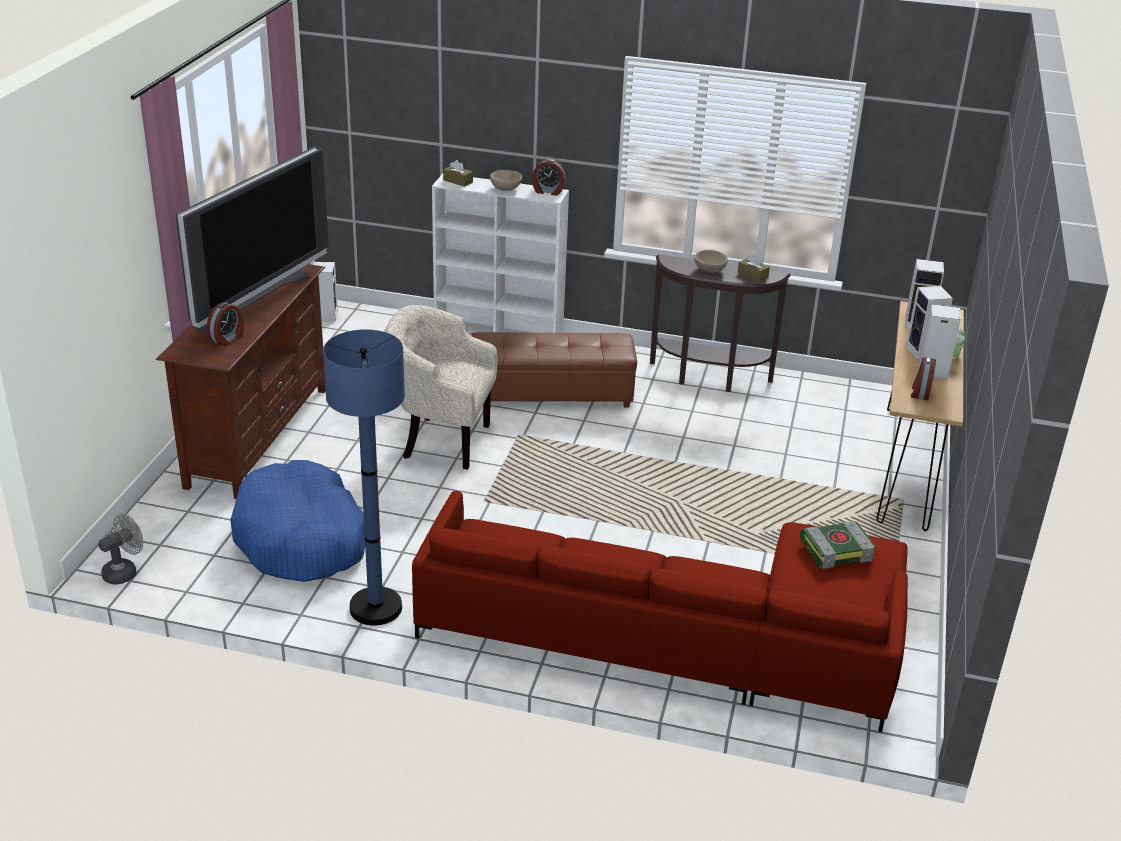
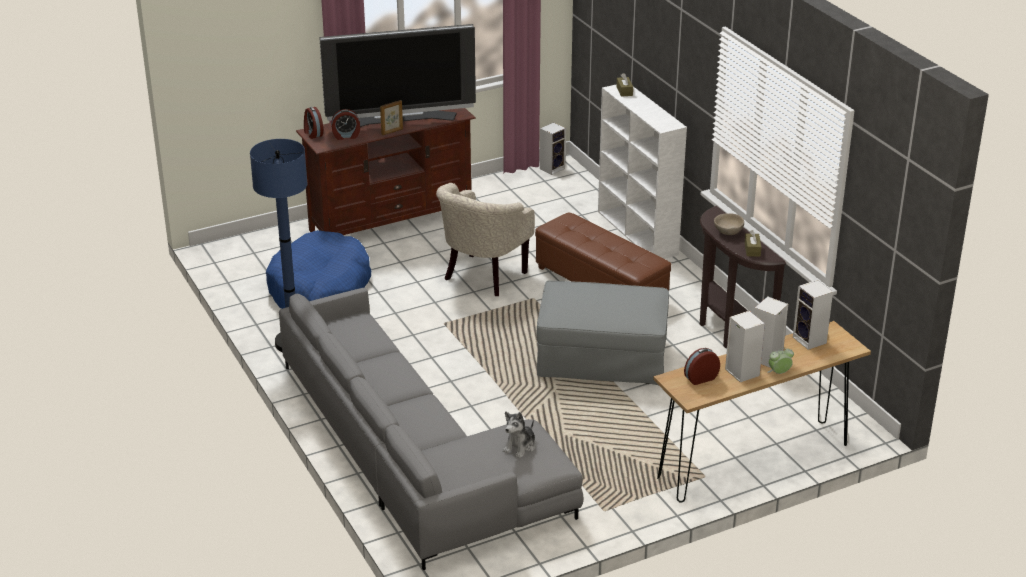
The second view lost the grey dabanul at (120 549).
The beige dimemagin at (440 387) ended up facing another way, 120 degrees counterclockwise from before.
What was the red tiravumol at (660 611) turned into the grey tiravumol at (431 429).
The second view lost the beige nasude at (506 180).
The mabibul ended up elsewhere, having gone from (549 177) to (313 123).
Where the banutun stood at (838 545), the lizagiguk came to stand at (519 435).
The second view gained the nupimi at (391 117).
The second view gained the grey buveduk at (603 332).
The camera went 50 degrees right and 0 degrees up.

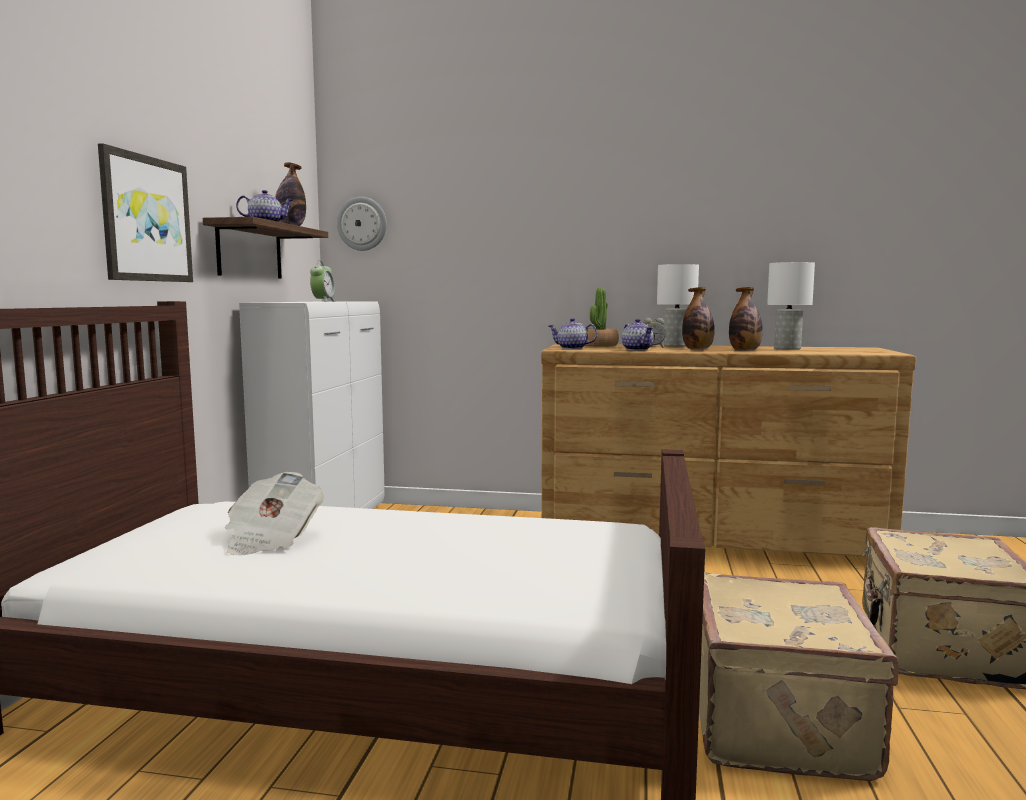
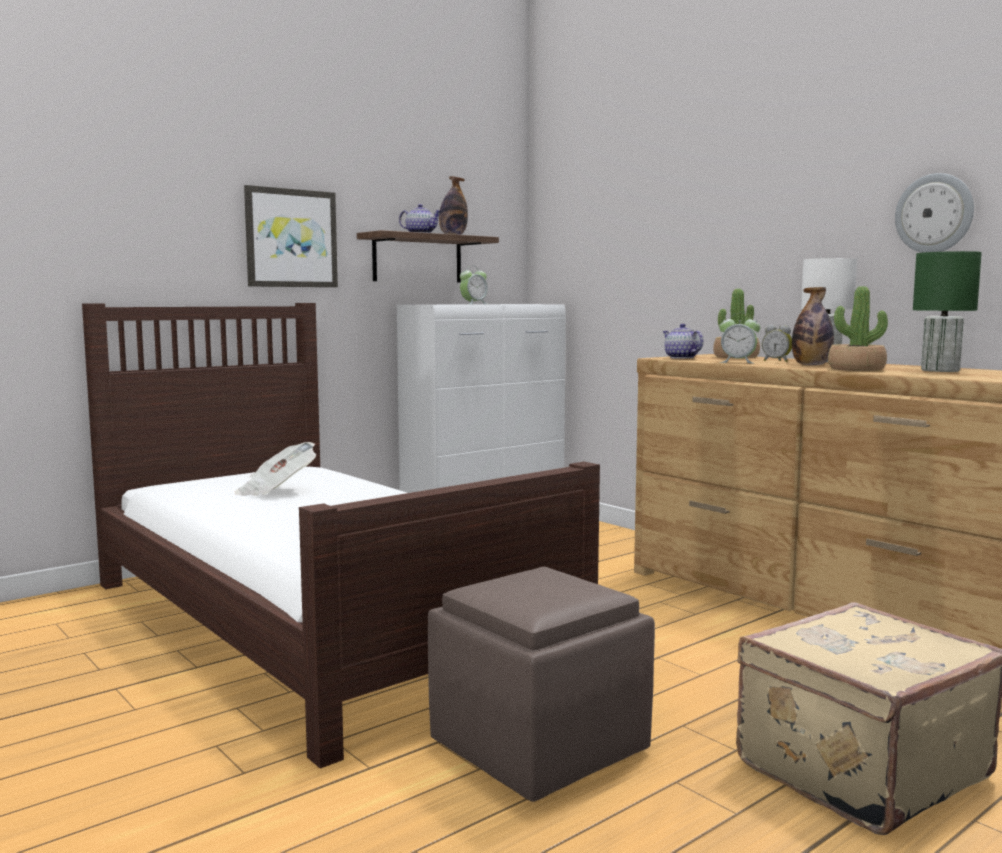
The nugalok ended up elsewhere, having gone from (362 224) to (934 213).
Where the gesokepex stood at (638 335), the mabibul came to stand at (739 338).
Where the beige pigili stood at (799 676), the brown buveduk came to stand at (541 684).
Where the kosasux stood at (746 319), the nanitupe came to stand at (858 328).
What was the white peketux at (791 306) turned into the green peketux at (947 311).
The camera went 40 degrees right and 0 degrees up.

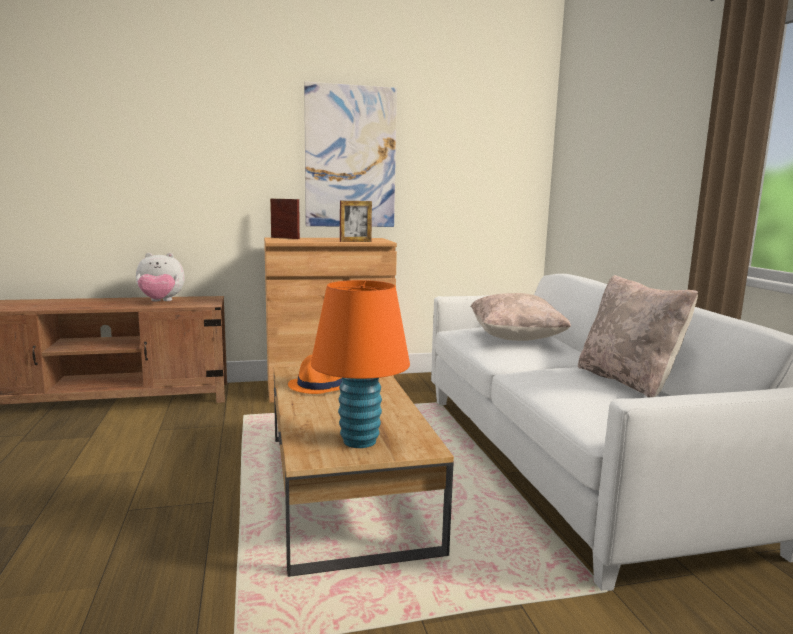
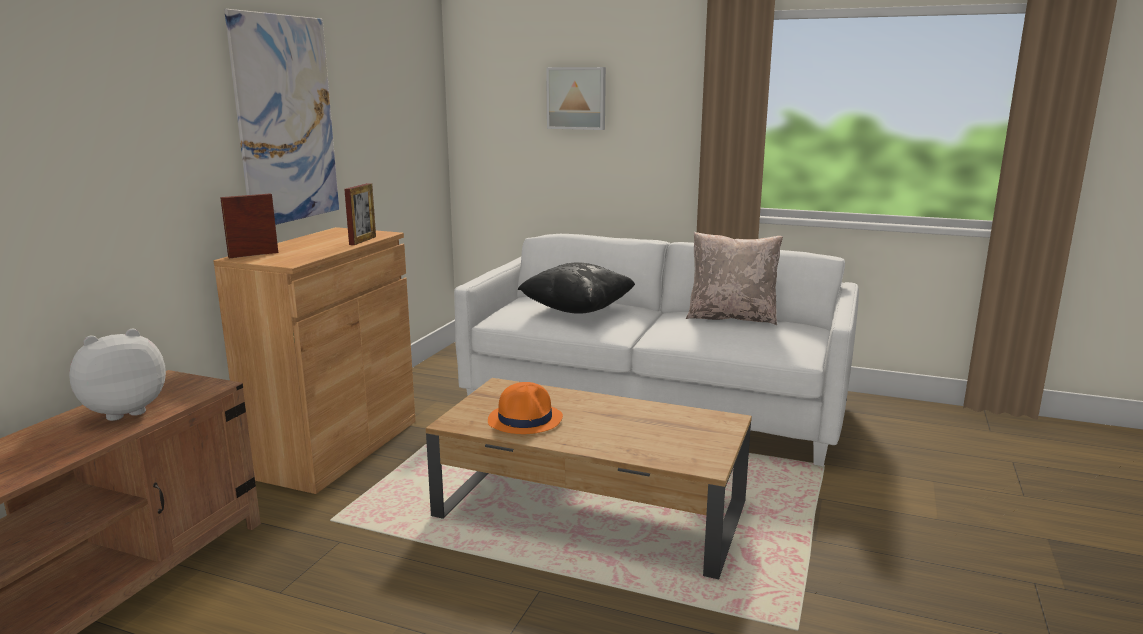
The lizagiguk at (160 277) ended up facing another way, 150 degrees counterclockwise from before.
The second view lost the orange peketux at (360 364).
What was the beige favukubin at (521 317) turned into the black favukubin at (576 288).
The second view gained the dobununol at (576 98).
The camera went 55 degrees left and 5 degrees up.

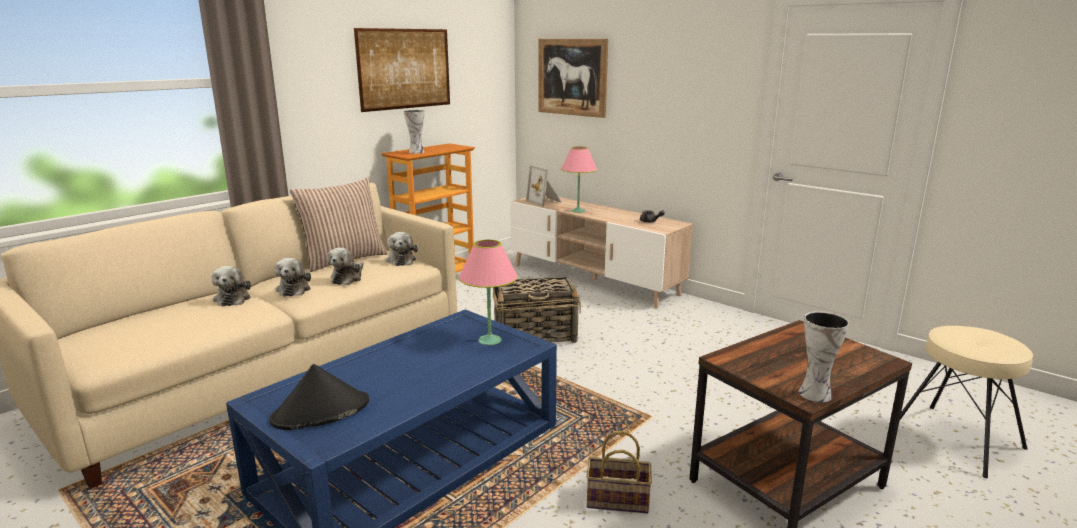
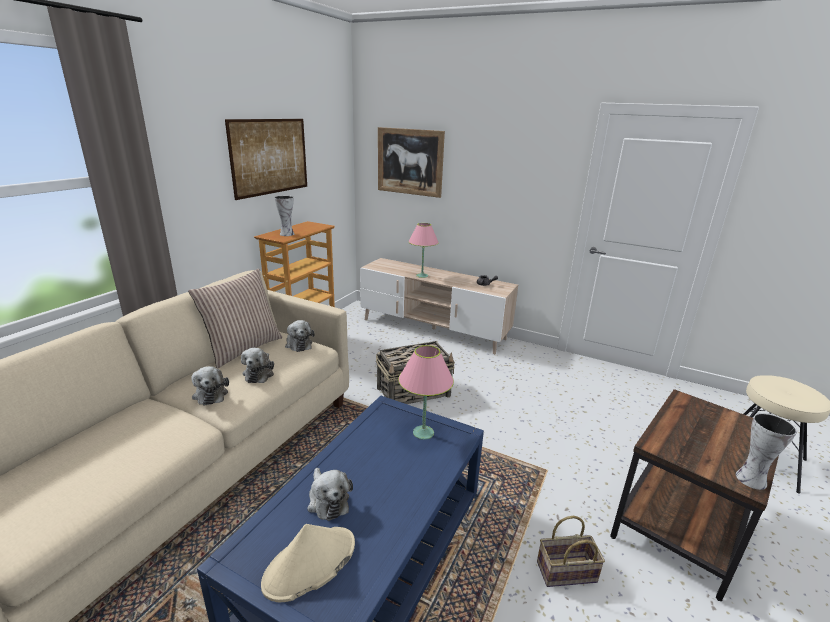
The lizagiguk ended up elsewhere, having gone from (231 286) to (330 494).
What was the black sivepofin at (319 397) turned into the beige sivepofin at (308 563).
The second view lost the nupimi at (543 186).
The camera went 15 degrees left and 5 degrees up.

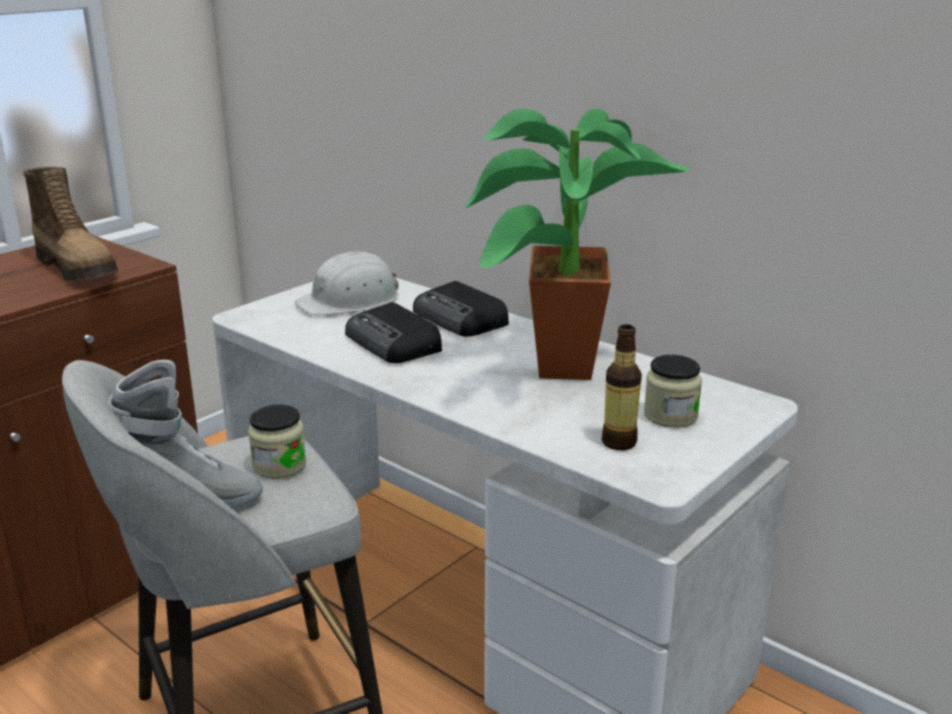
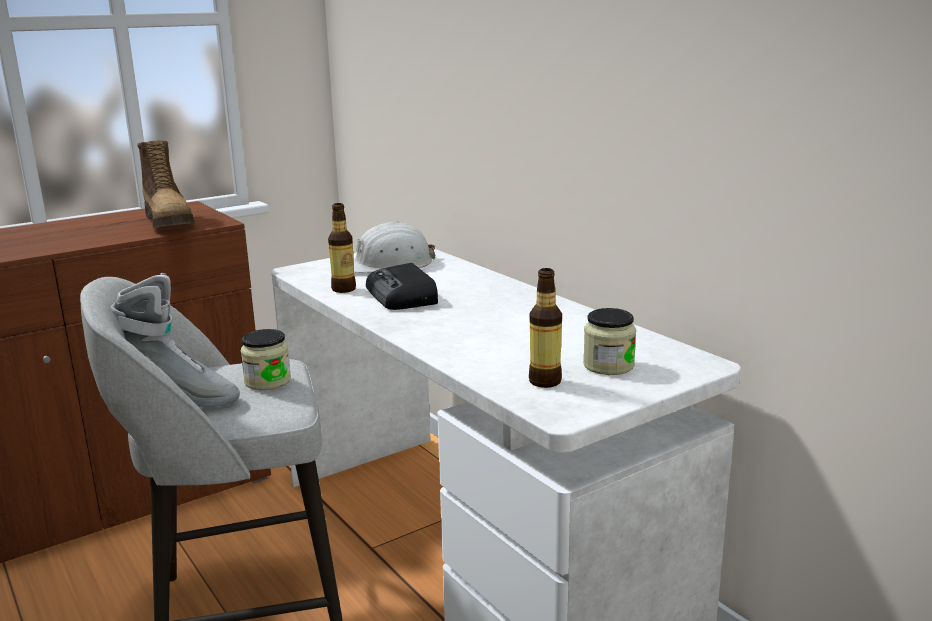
The second view lost the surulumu at (461 309).
The second view lost the nanitupe at (577 244).
The second view gained the kosasux at (342 248).
The camera went 15 degrees right and 5 degrees down.

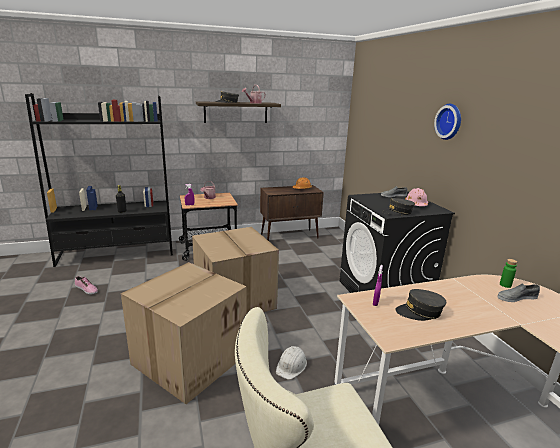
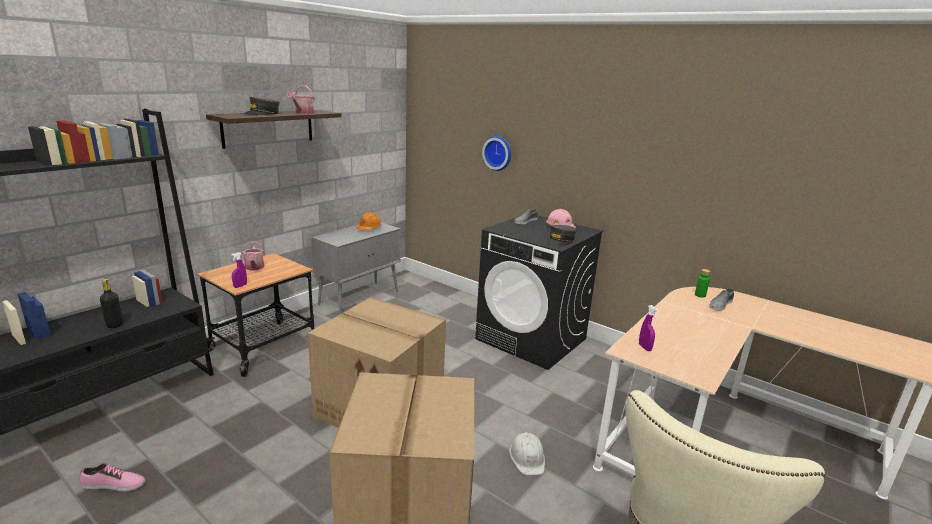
What was the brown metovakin at (292 213) turned into the grey metovakin at (356 268).
The second view lost the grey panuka at (420 305).
The nugalok ended up elsewhere, having gone from (447 122) to (496 153).
The camera went 35 degrees left and 0 degrees up.

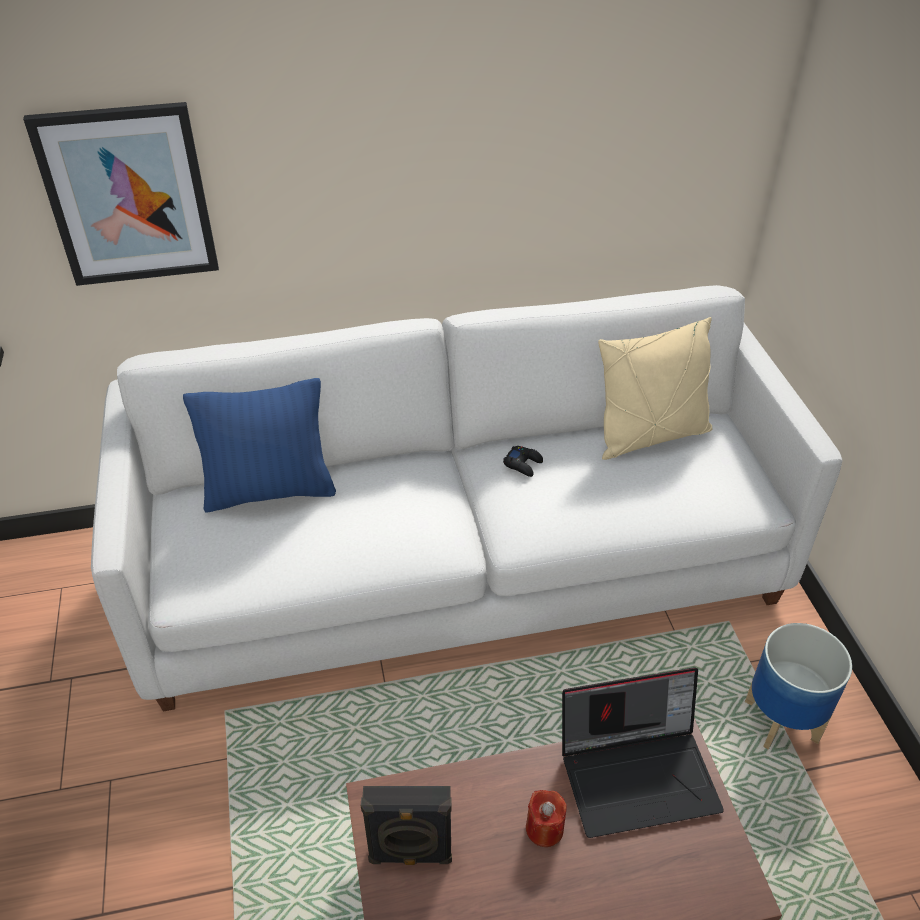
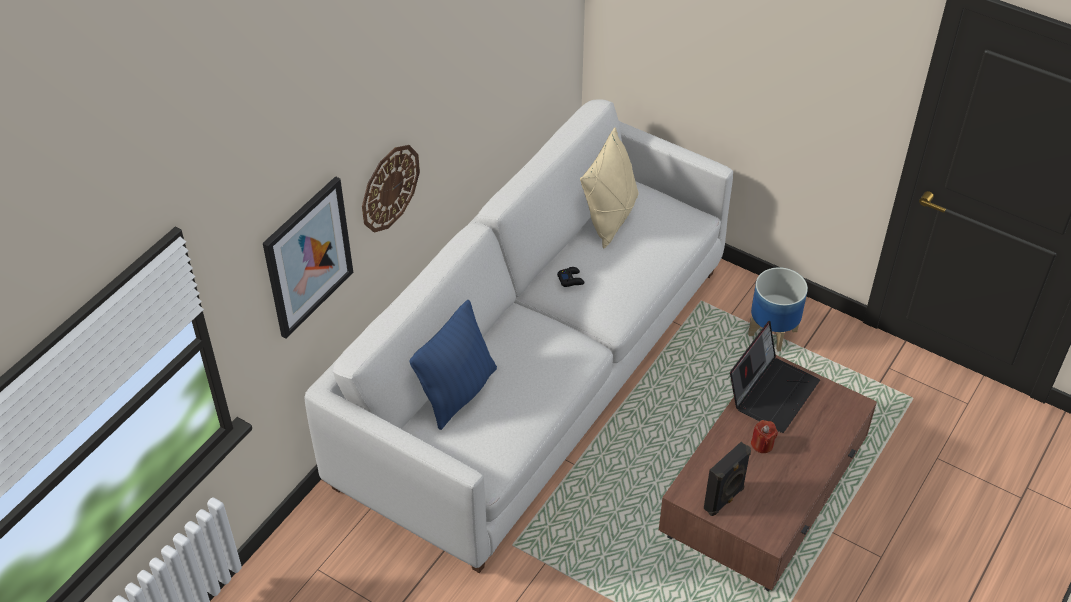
The second view gained the nugalok at (391 189).
The camera went 45 degrees left and 5 degrees up.

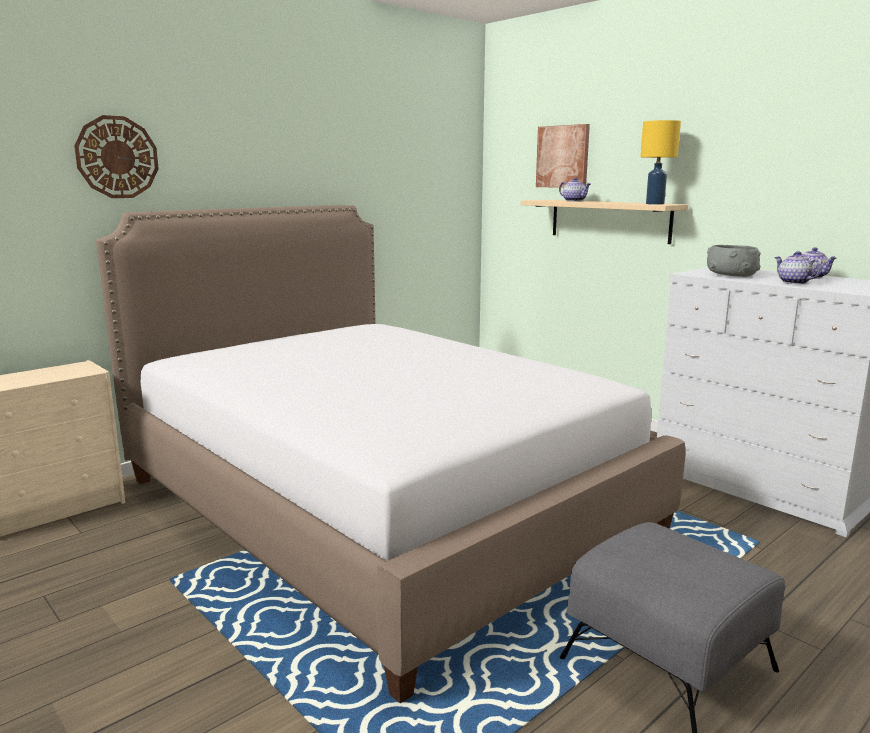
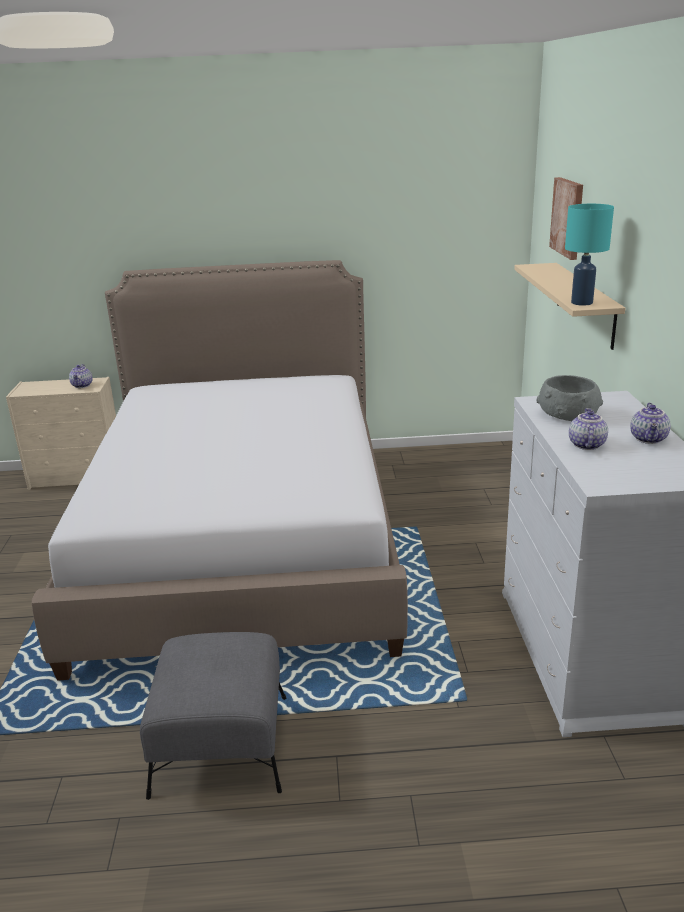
The second view lost the nugalok at (116 156).
The gesokepex ended up elsewhere, having gone from (575 189) to (81 376).
What was the yellow peketux at (661 162) turned into the turquoise peketux at (589 255).
The camera went 40 degrees right and 10 degrees up.

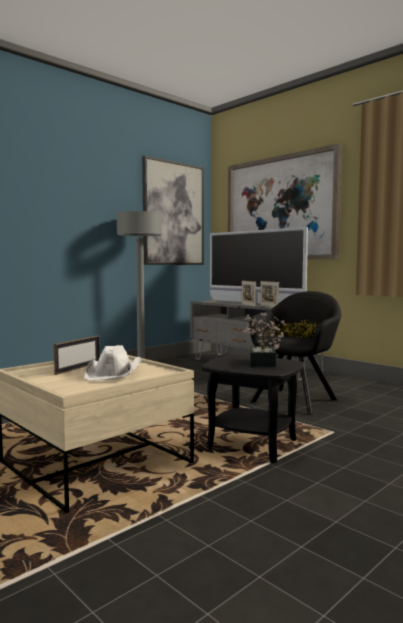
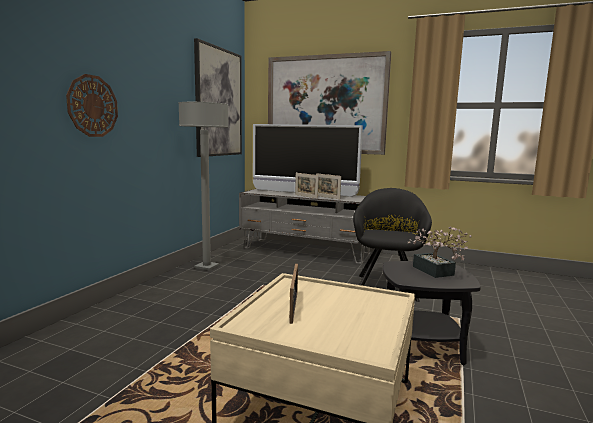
The second view lost the white sivepofin at (113 363).
The second view gained the nugalok at (92 105).
The camera went 25 degrees left and 5 degrees up.

